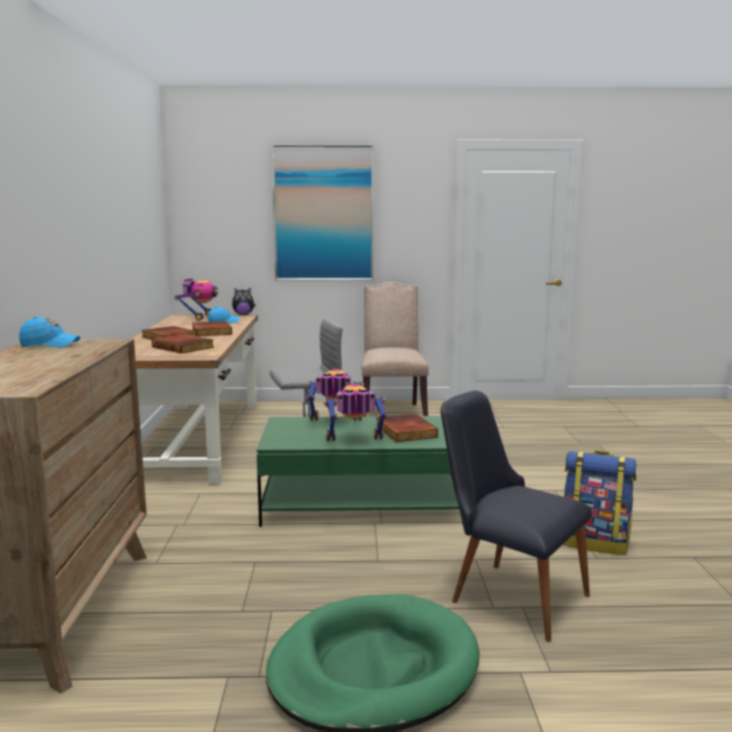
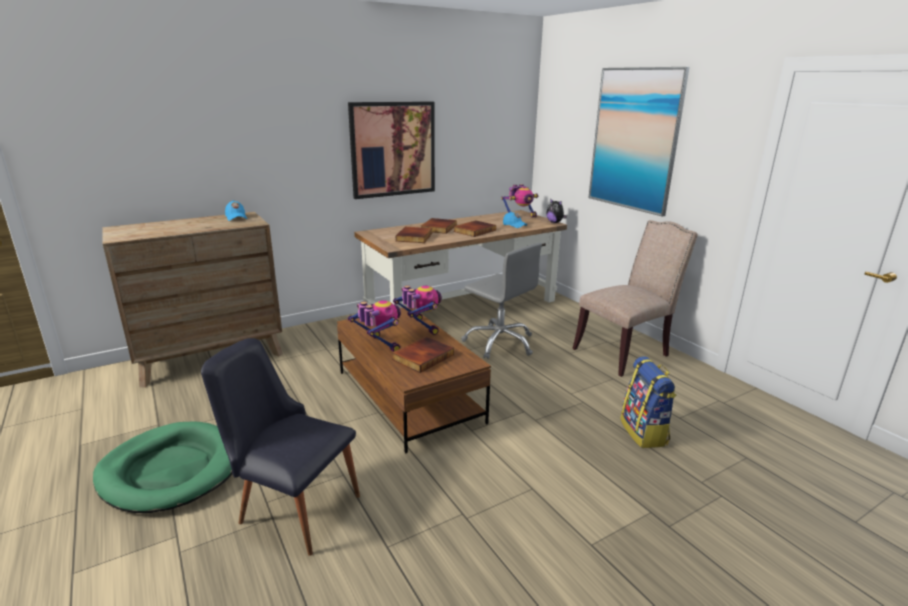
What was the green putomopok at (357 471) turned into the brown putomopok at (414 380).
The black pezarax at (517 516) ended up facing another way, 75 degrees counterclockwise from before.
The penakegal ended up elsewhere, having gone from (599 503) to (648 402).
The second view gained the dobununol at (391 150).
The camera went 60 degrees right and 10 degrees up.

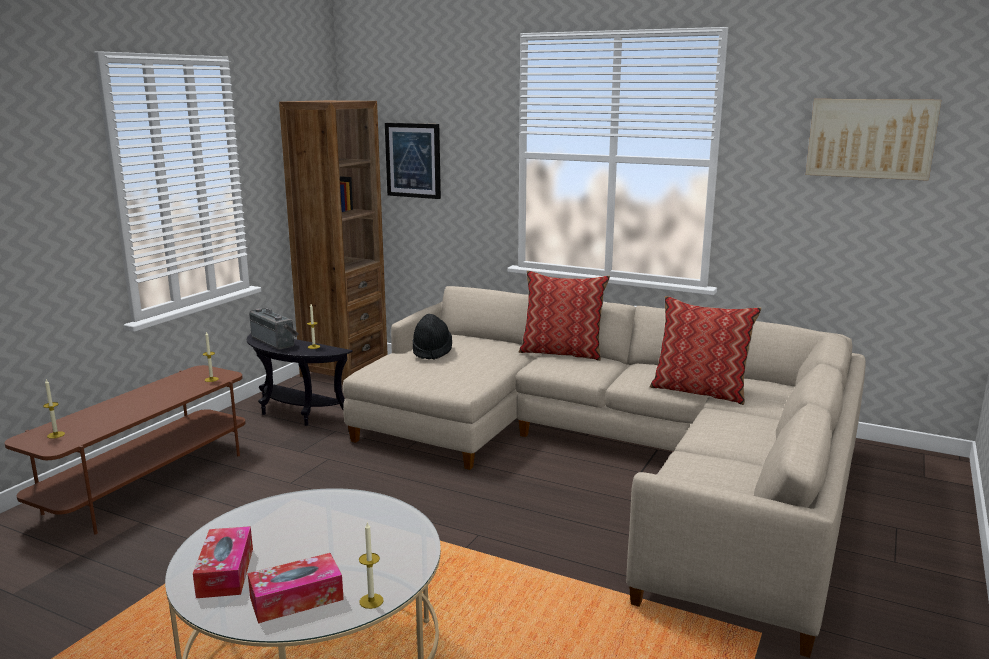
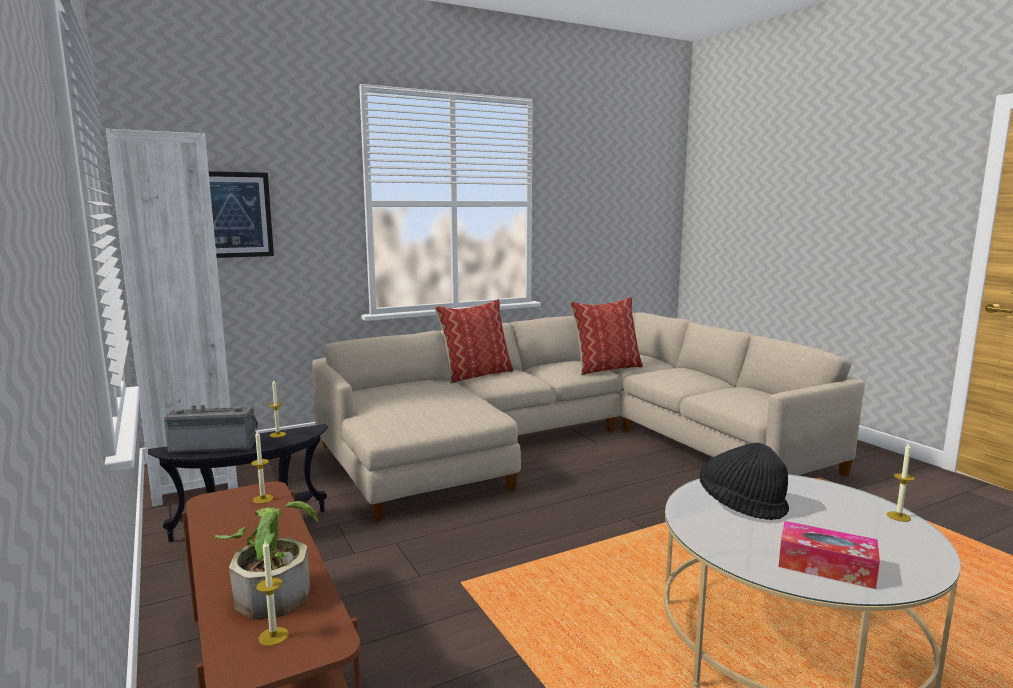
The second view lost the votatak at (296 588).
What was the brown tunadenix at (333 242) turned into the white tunadenix at (172 318).
The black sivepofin ended up elsewhere, having gone from (432 337) to (744 481).
The second view lost the dobununol at (873 140).
The second view gained the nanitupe at (267 560).
The camera went 55 degrees left and 5 degrees down.

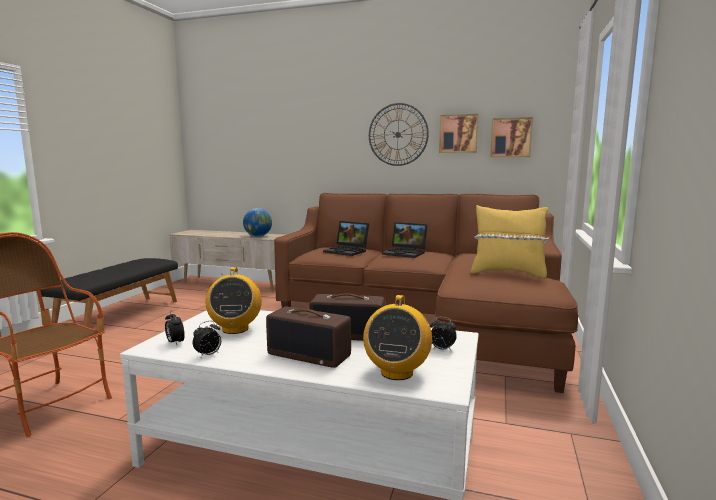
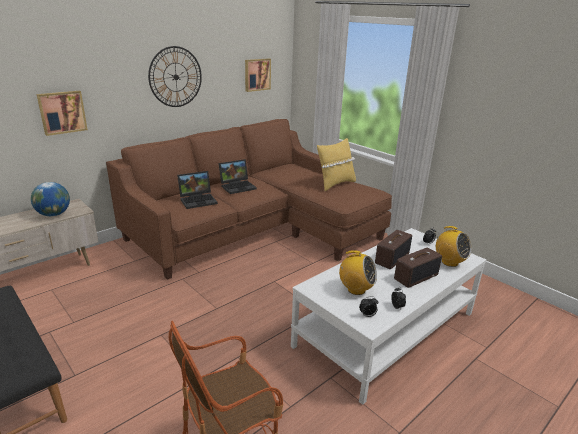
The dobununol ended up elsewhere, having gone from (459 133) to (62 113).
The camera went 60 degrees left and 15 degrees up.

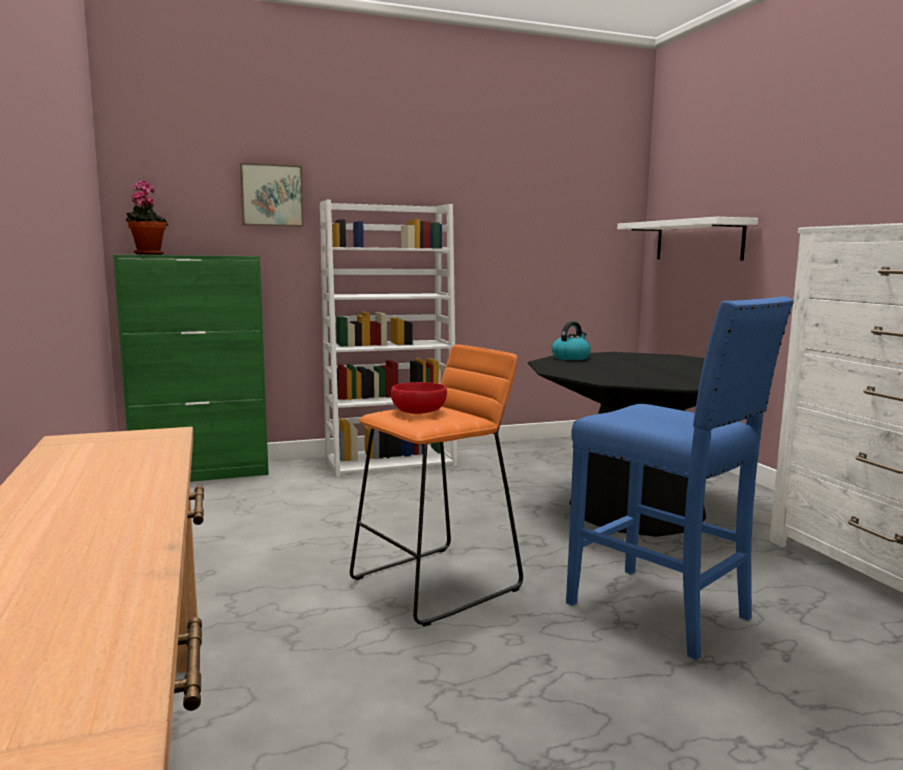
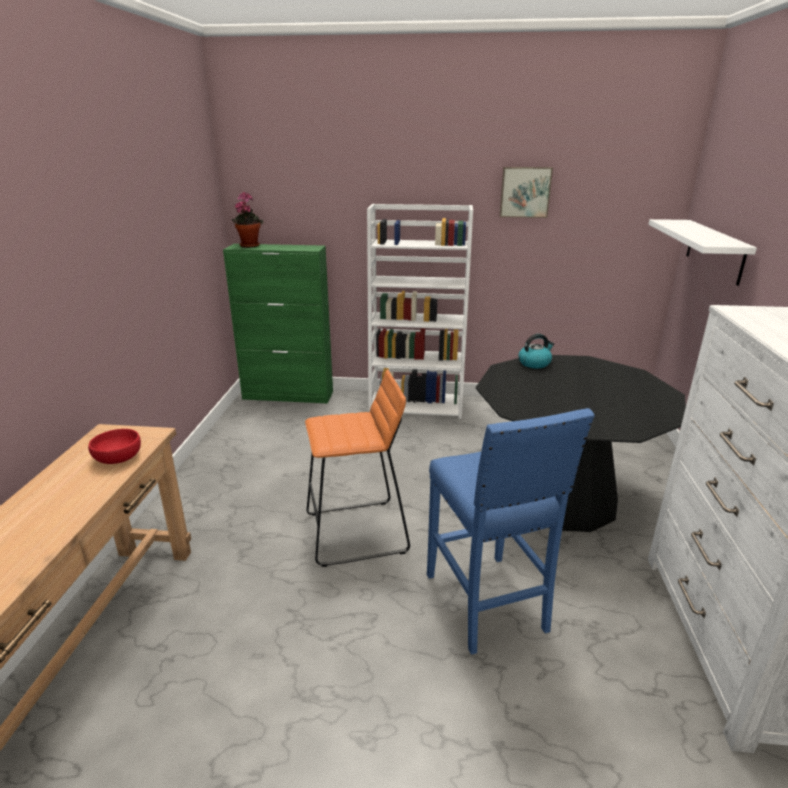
The dobununol ended up elsewhere, having gone from (272 194) to (526 192).
The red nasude ended up elsewhere, having gone from (419 398) to (114 446).
The camera went 25 degrees right and 15 degrees up.

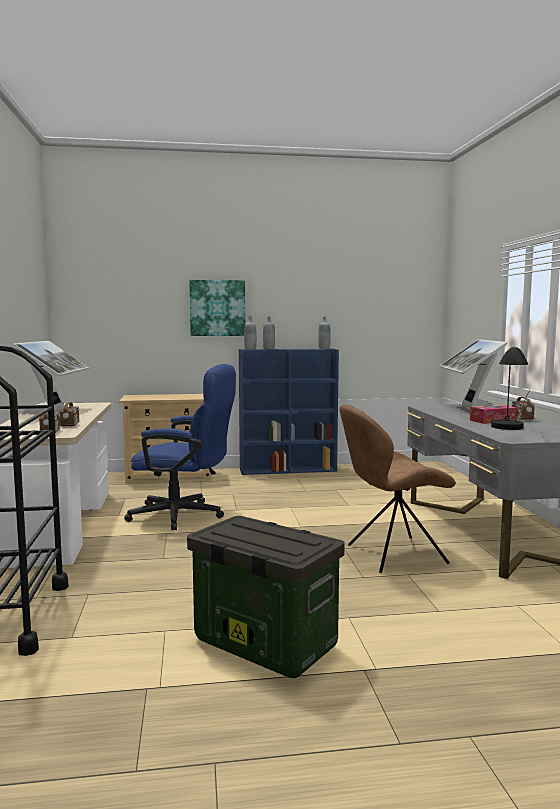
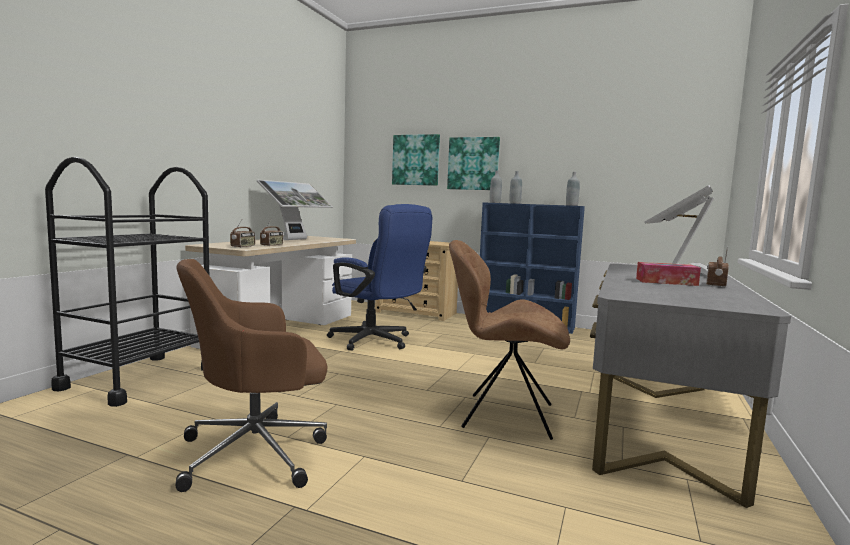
Where the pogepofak stood at (266 597), the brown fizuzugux came to stand at (251 375).
The second view lost the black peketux at (509 388).
The second view gained the dobununol at (416 160).
The camera went 30 degrees right and 0 degrees up.

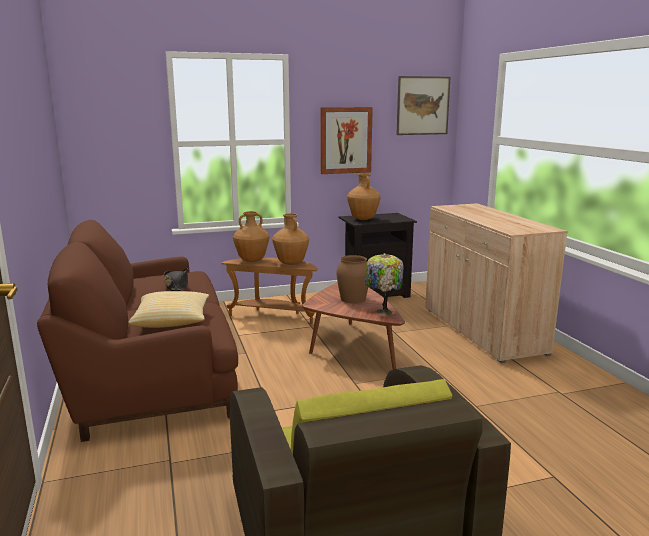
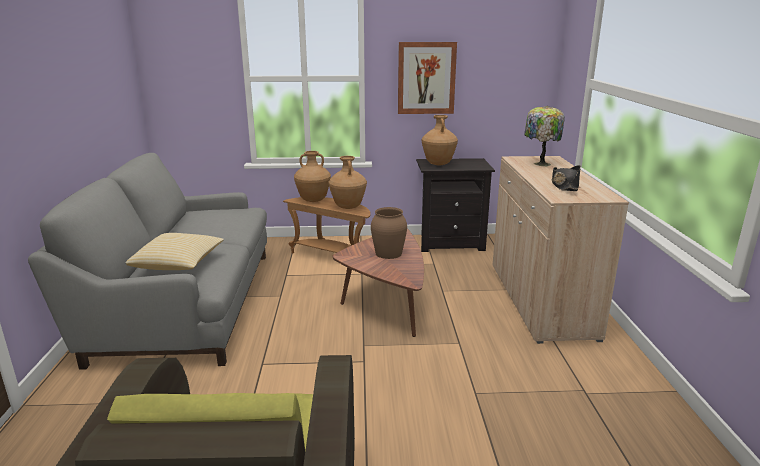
What was the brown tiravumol at (137 331) turned into the grey tiravumol at (147 261).
The black sivepofin ended up elsewhere, having gone from (176 279) to (566 178).
The peketux ended up elsewhere, having gone from (384 284) to (544 136).
The second view lost the dobununol at (423 105).
The camera went 15 degrees right and 5 degrees up.

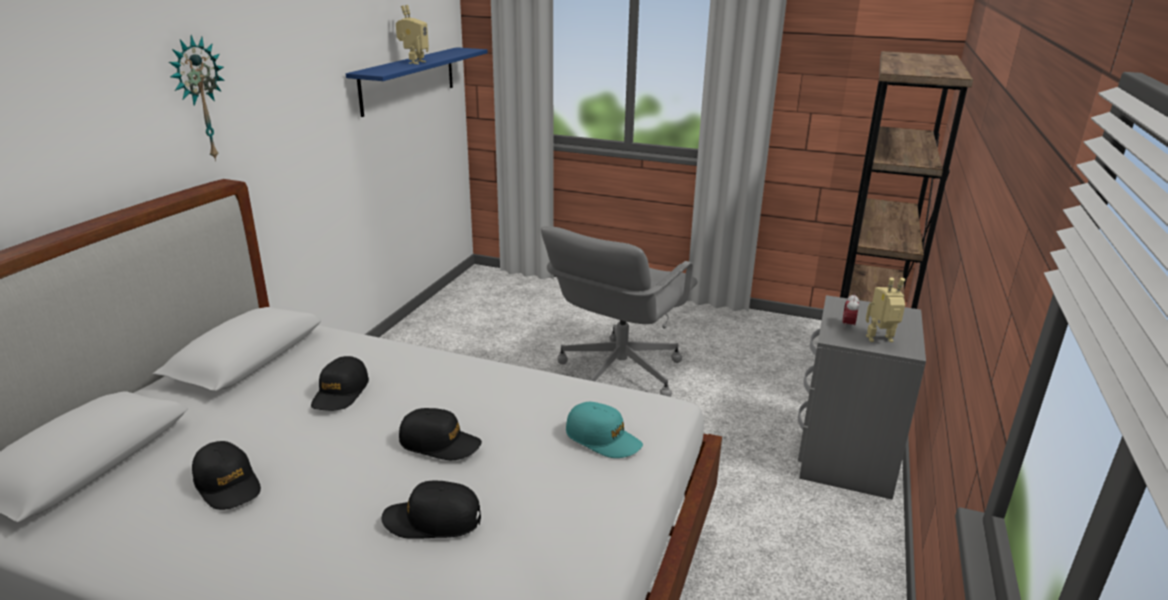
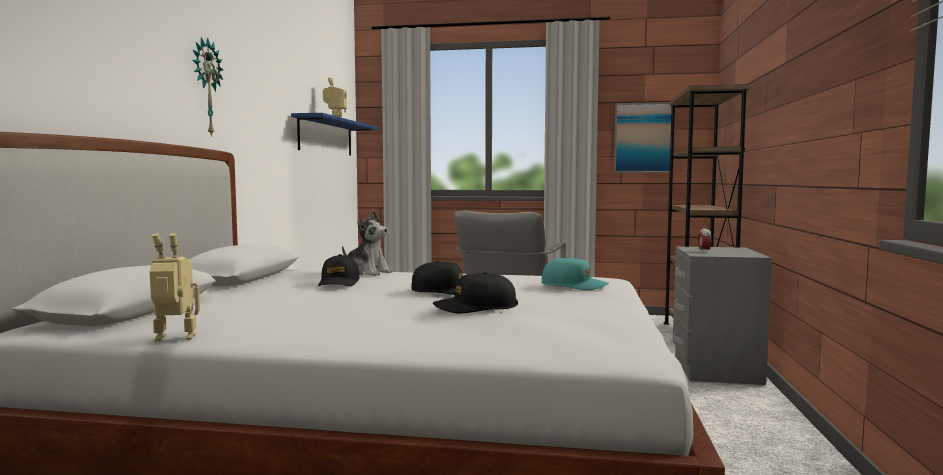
The second view lost the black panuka at (226 475).
The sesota ended up elsewhere, having gone from (885 310) to (175 287).
The second view gained the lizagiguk at (367 243).
The second view gained the dobununol at (643 137).
The camera went 10 degrees left and 20 degrees down.

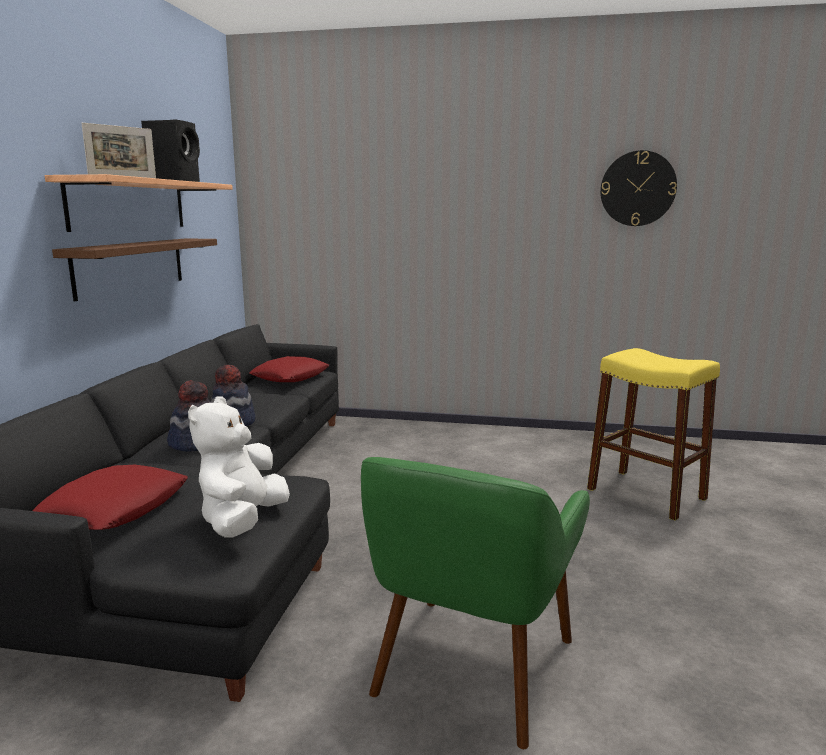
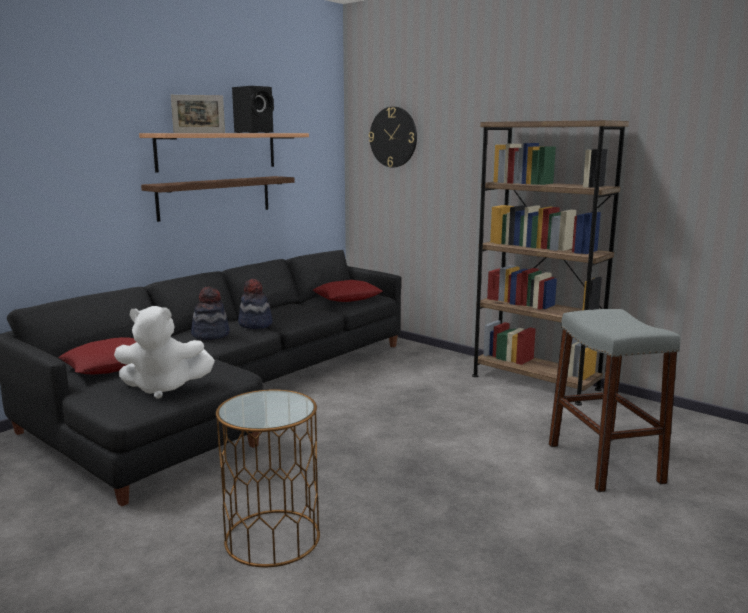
The white lizagiguk at (239 467) ended up facing another way, 135 degrees counterclockwise from before.
Where the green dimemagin stood at (475 603), the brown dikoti came to stand at (268 478).
What was the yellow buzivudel at (653 434) turned into the grey buzivudel at (614 400).
The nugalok ended up elsewhere, having gone from (638 188) to (393 137).
The second view gained the brown tunadenix at (550 263).
The camera went 30 degrees right and 0 degrees up.

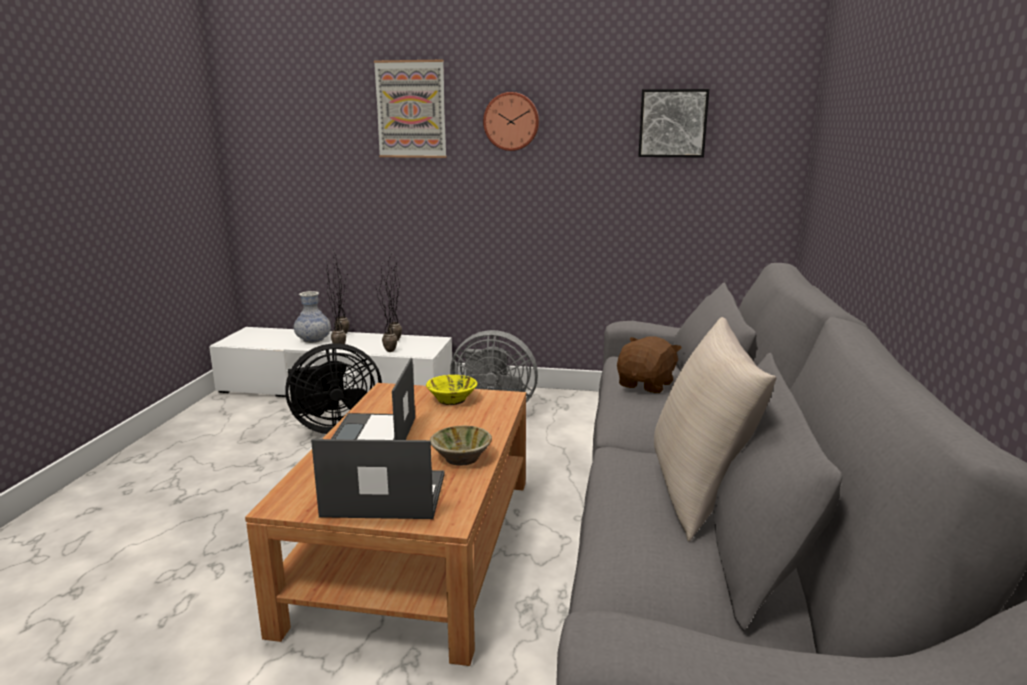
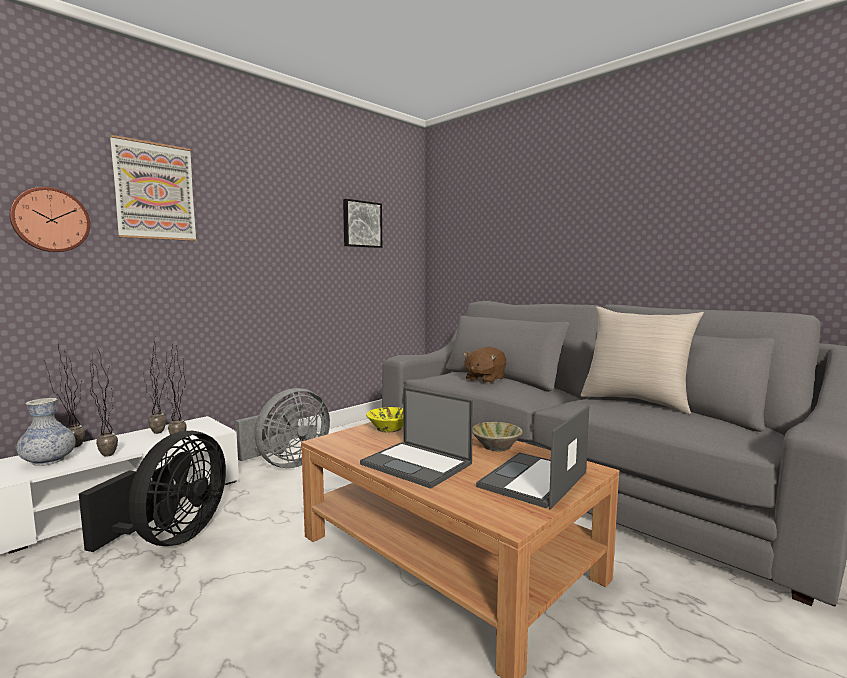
The nugalok ended up elsewhere, having gone from (511 121) to (50 219).
The brown lizagiguk at (649 364) ended up facing another way, 120 degrees counterclockwise from before.
The camera went 55 degrees left and 10 degrees down.

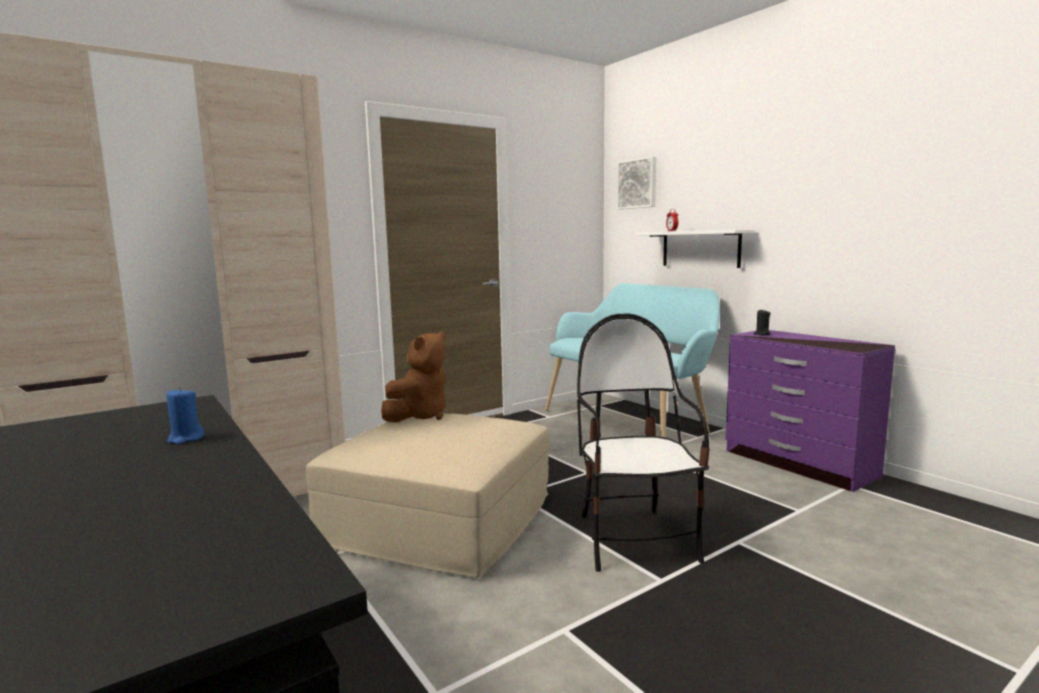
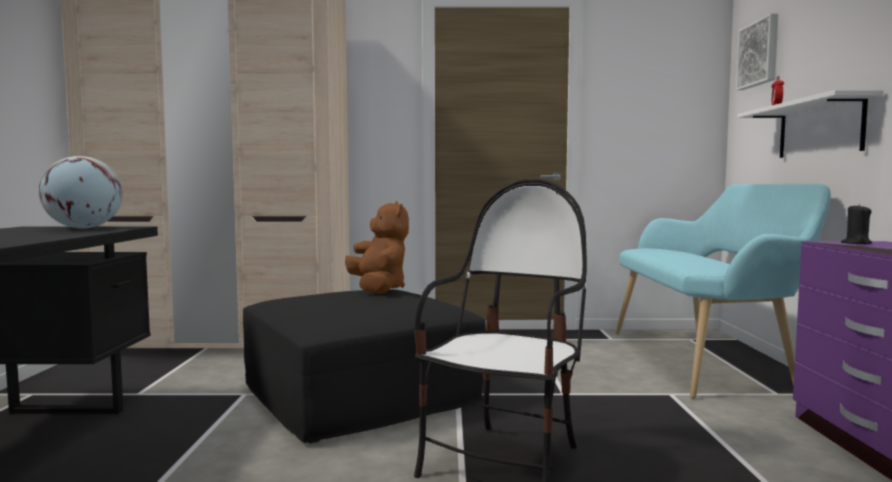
The second view lost the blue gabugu at (185 416).
What was the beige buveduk at (427 495) turned into the black buveduk at (364 366).
The brown lizagiguk at (413 377) ended up facing another way, 90 degrees counterclockwise from before.
The second view gained the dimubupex at (80 192).
The camera went 35 degrees right and 5 degrees down.

